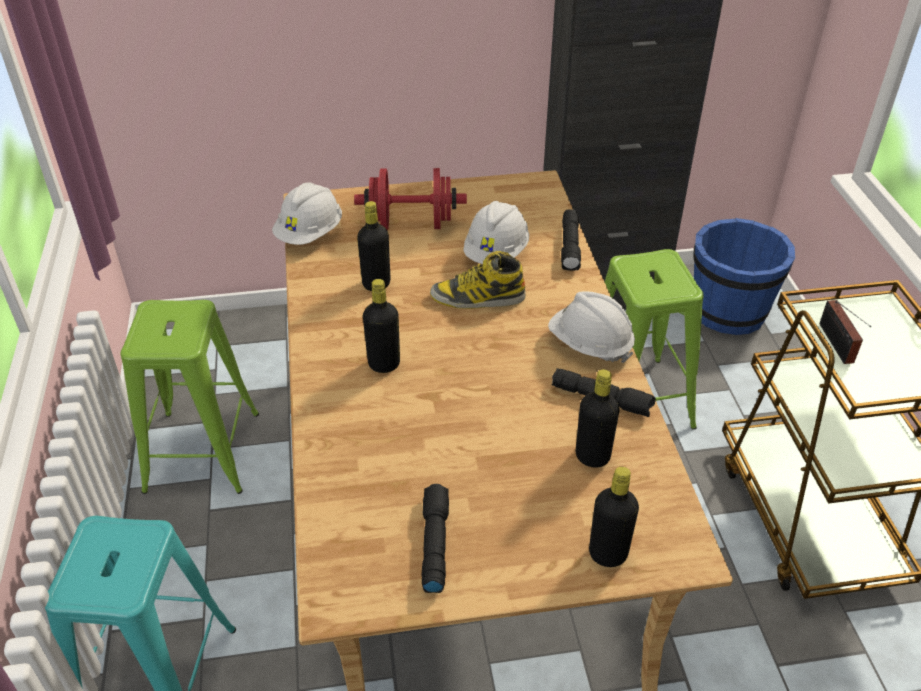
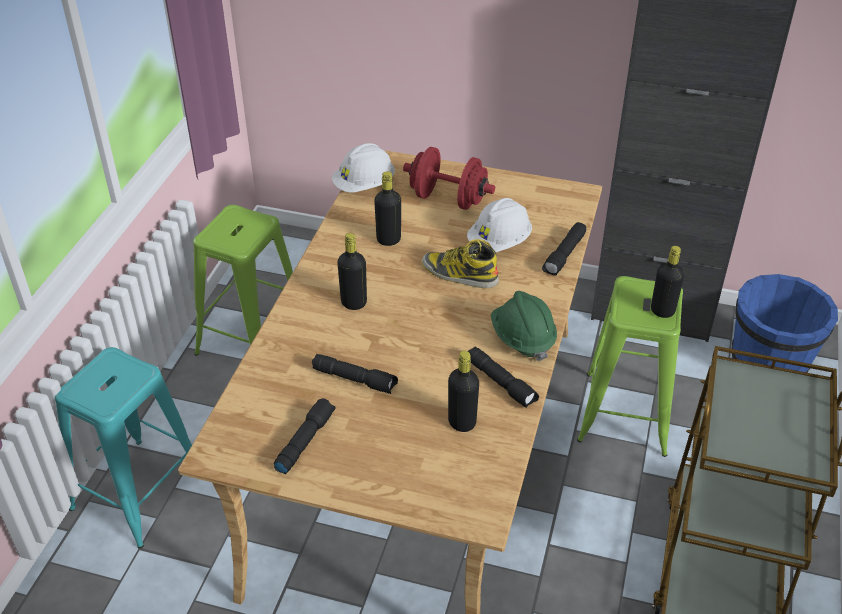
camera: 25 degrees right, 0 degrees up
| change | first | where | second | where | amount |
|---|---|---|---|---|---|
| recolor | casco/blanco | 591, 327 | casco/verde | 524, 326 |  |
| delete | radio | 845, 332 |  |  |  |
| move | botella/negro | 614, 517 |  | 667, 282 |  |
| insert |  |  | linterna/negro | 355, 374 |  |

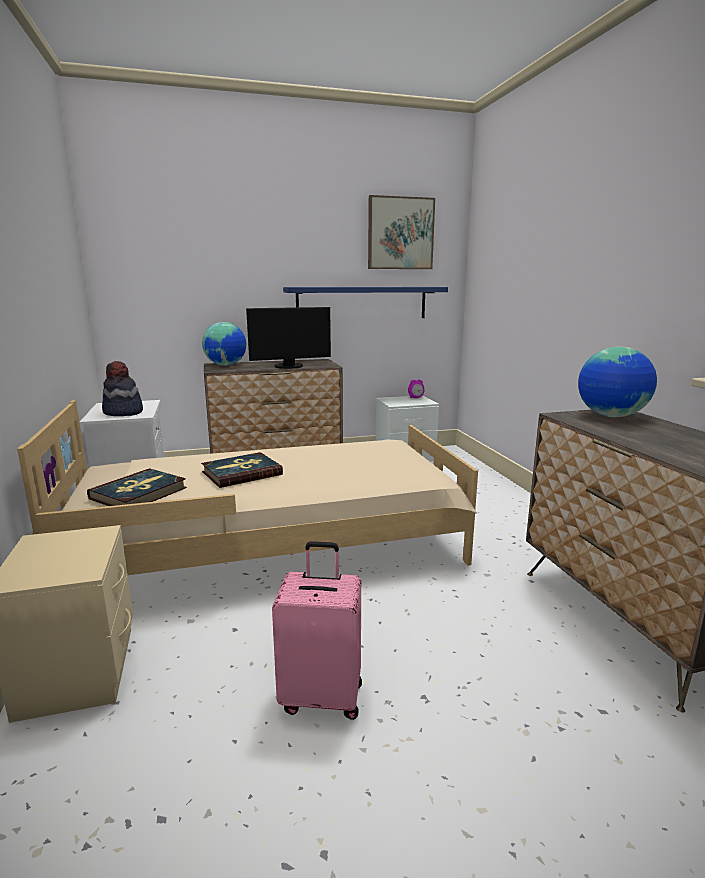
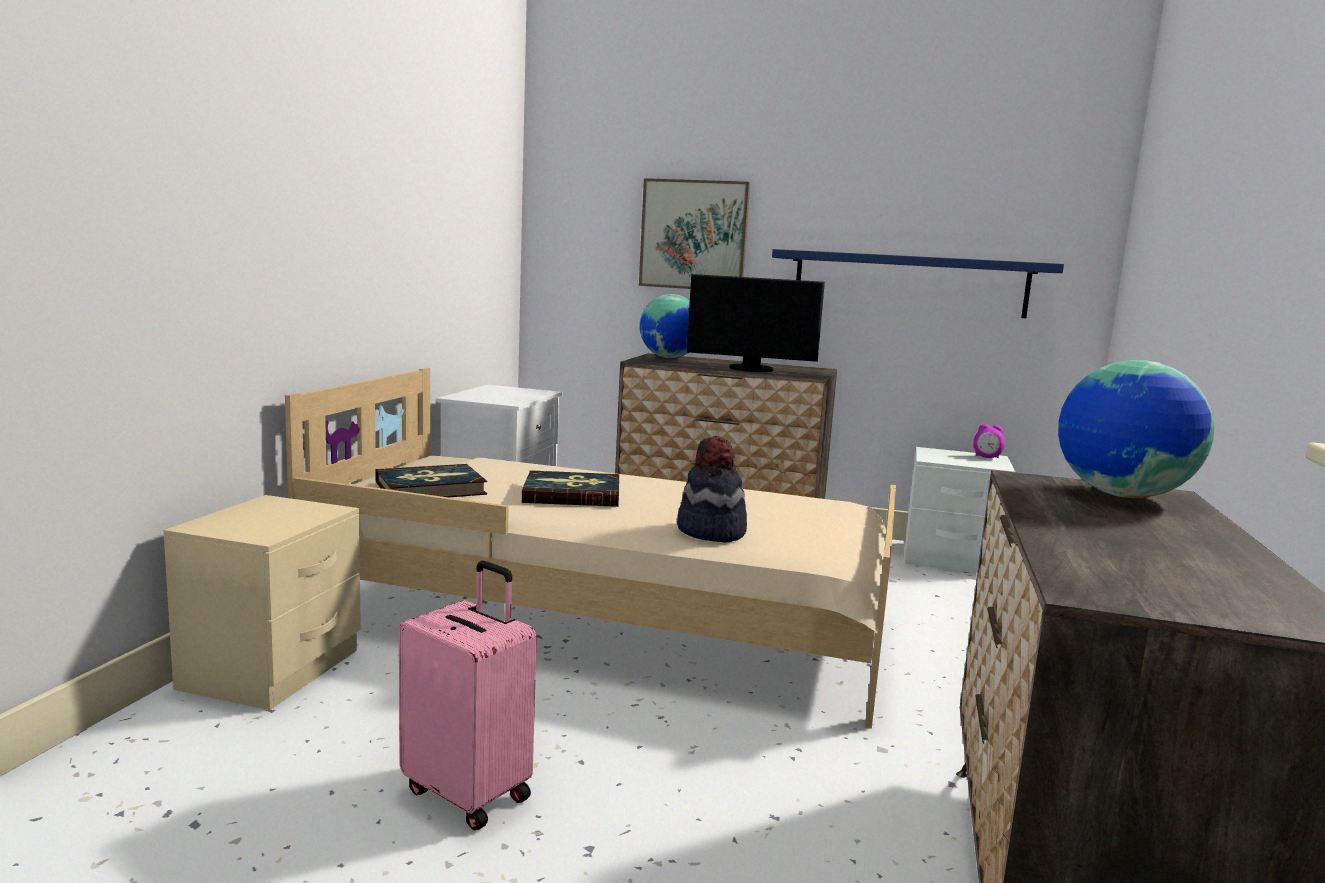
camera: 30 degrees right, 5 degrees down
| change | first | where | second | where | amount |
|---|---|---|---|---|---|
| move | cuadro | 401, 232 |  | 694, 233 |  |
| move | sombrero | 122, 388 |  | 712, 489 |  |

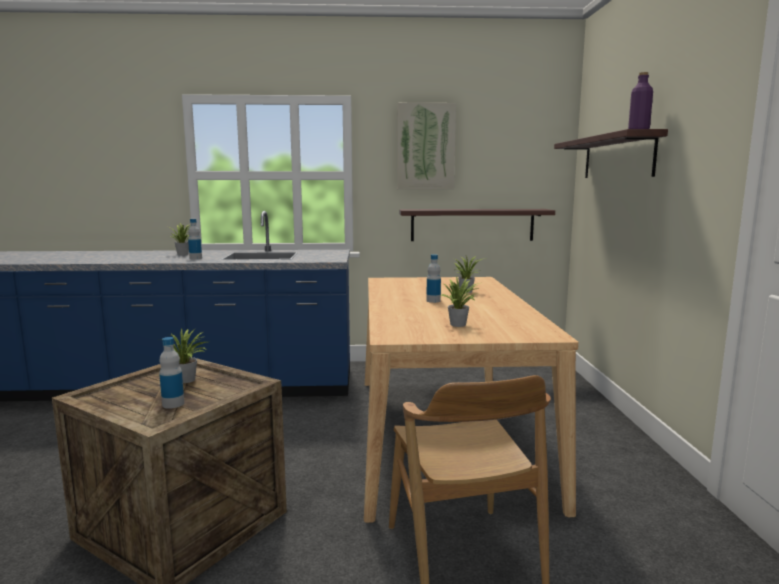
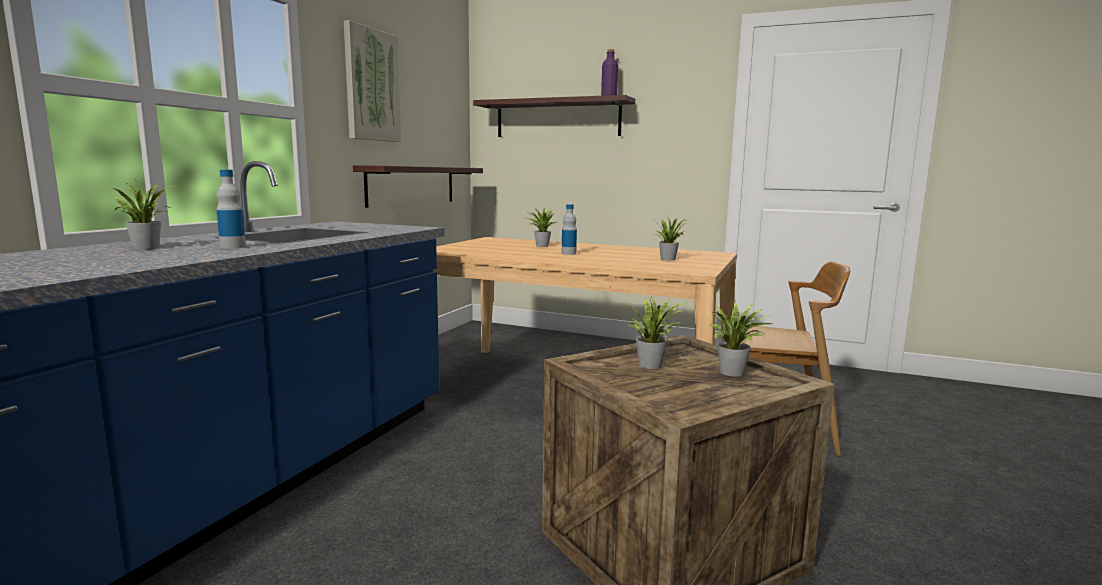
camera: 65 degrees left, 0 degrees up
| change | first | where | second | where | amount |
|---|---|---|---|---|---|
| replace | botella | 171, 373 | planta en maceta | 741, 338 |  |

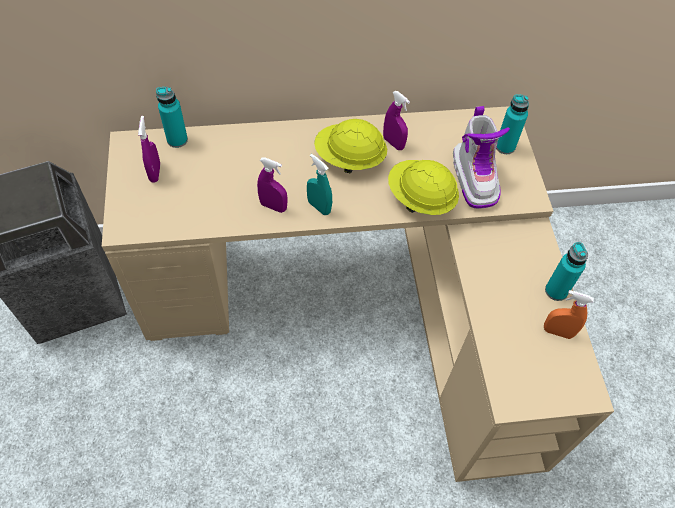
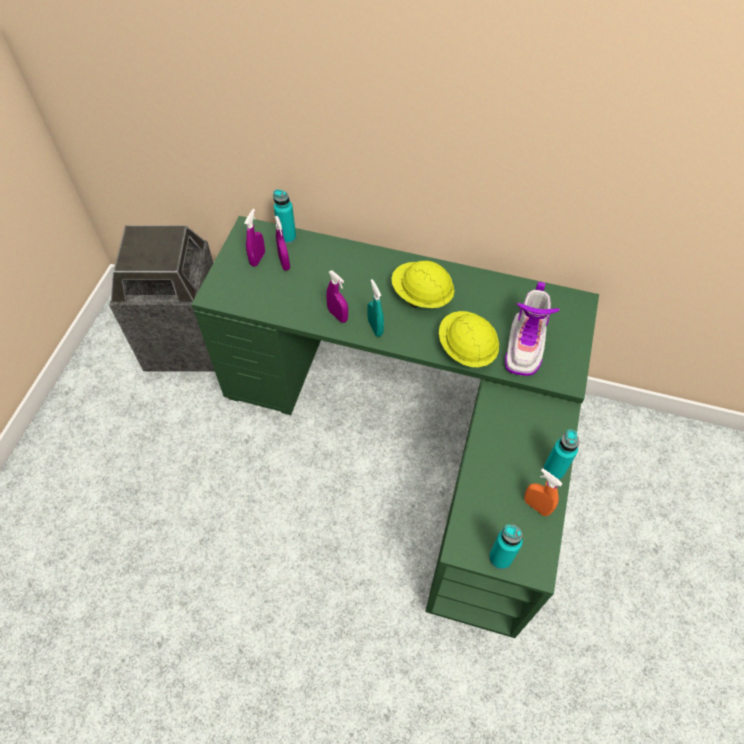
camera: 25 degrees right, 0 degrees up
| change | first | where | second | where | amount |
|---|---|---|---|---|---|
| move | pulverizador/morado | 396, 120 |  | 282, 243 |  |
| move | botella/turquesa | 513, 124 |  | 506, 547 |  |
| recolor | escritorio/beis | 358, 294 | escritorio/verde | 395, 427 |  |

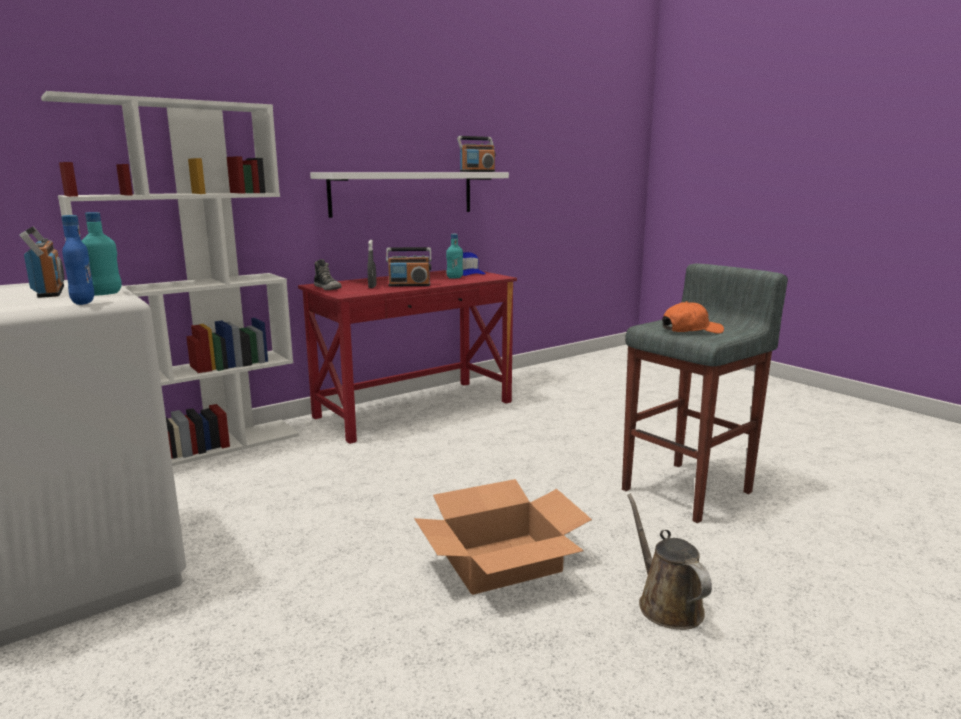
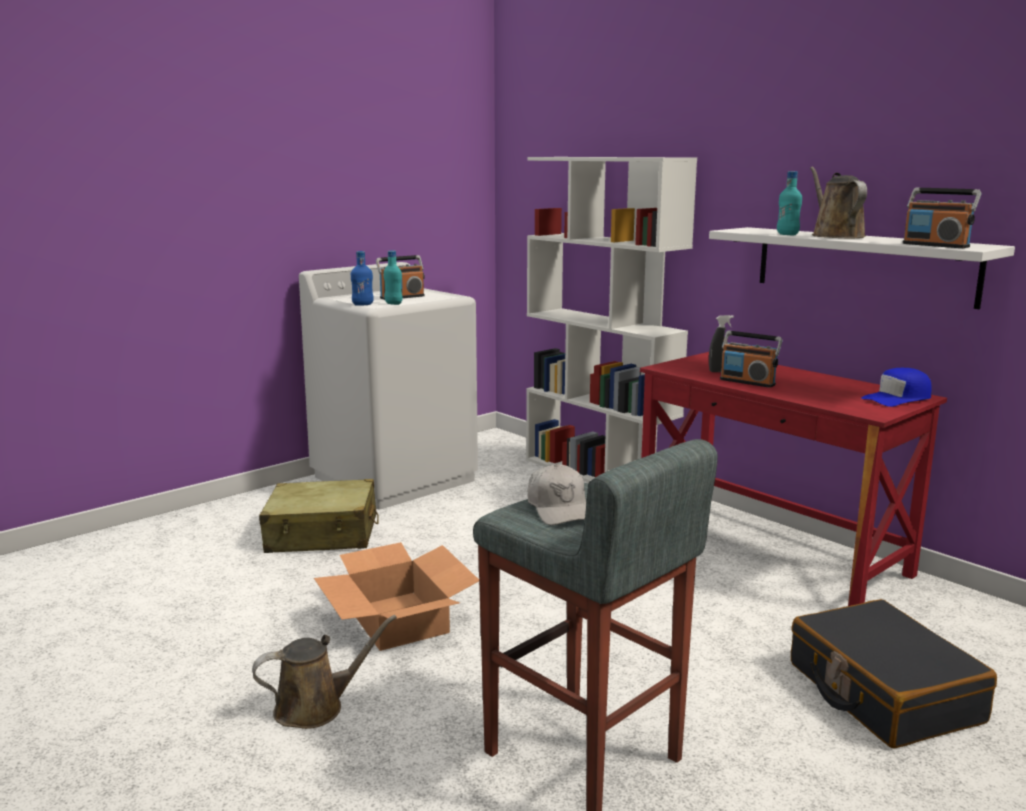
camera: 85 degrees right, 0 degrees up
| change | first | where | second | where | amount |
|---|---|---|---|---|---|
| move | botella/turquesa | 454, 256 |  | 789, 203 |  |
| rotate | radio | 409, 266 |  | 751, 359 | 45 degrees counterclockwise |
| delete | zapato | 328, 274 |  |  |  |
| recolor | gorra/naranja | 693, 317 | gorra/blanco | 557, 494 |  |
| insert |  |  | regadera/marrón | 838, 202 |  |
| insert |  |  | maleta/beis | 319, 516 |  |
| insert |  |  | maleta/negro | 894, 673 |  |

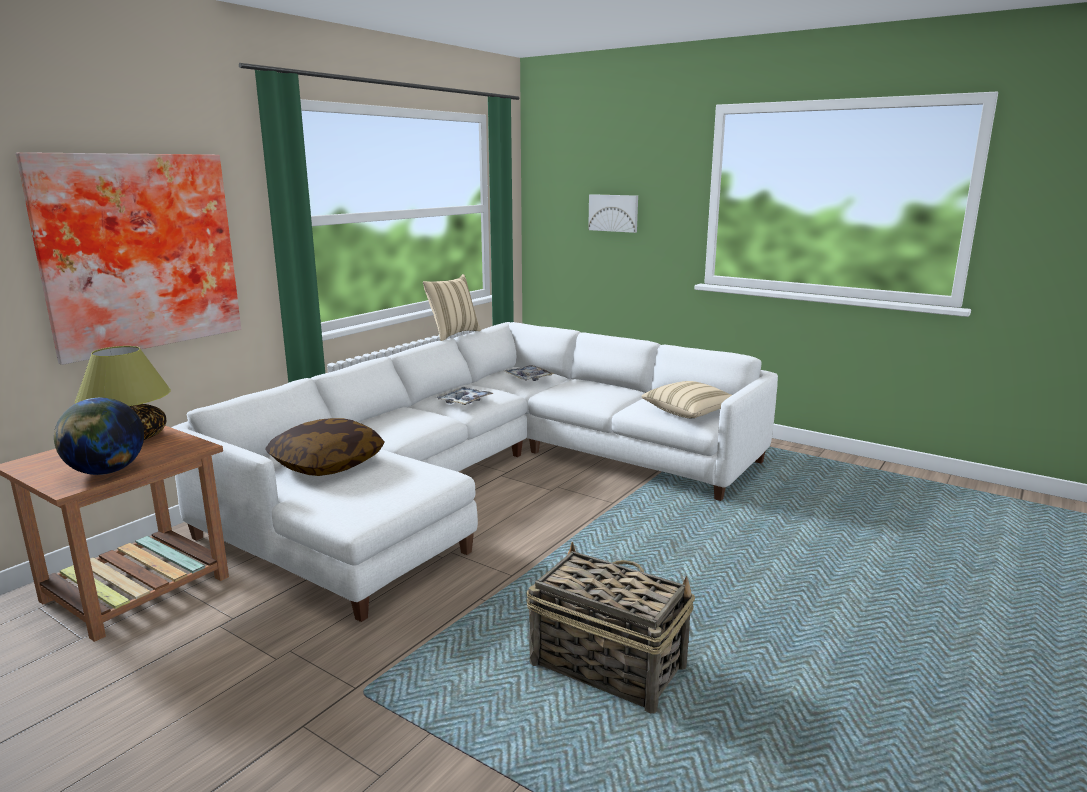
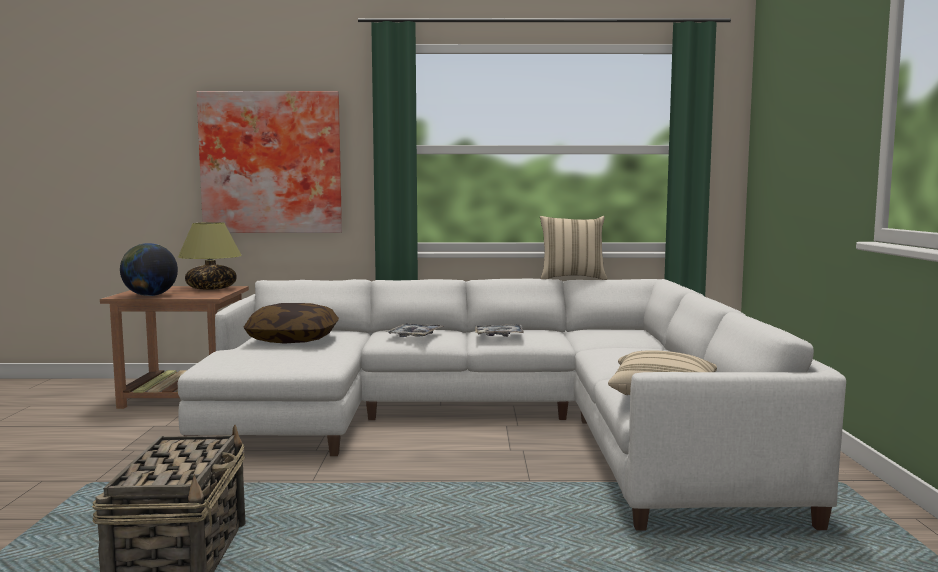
camera: 55 degrees right, 10 degrees down
| change | first | where | second | where | amount |
|---|---|---|---|---|---|
| delete | cuadro | 613, 213 |  |  |  |
| move | bandeja | 529, 373 |  | 415, 330 |  |

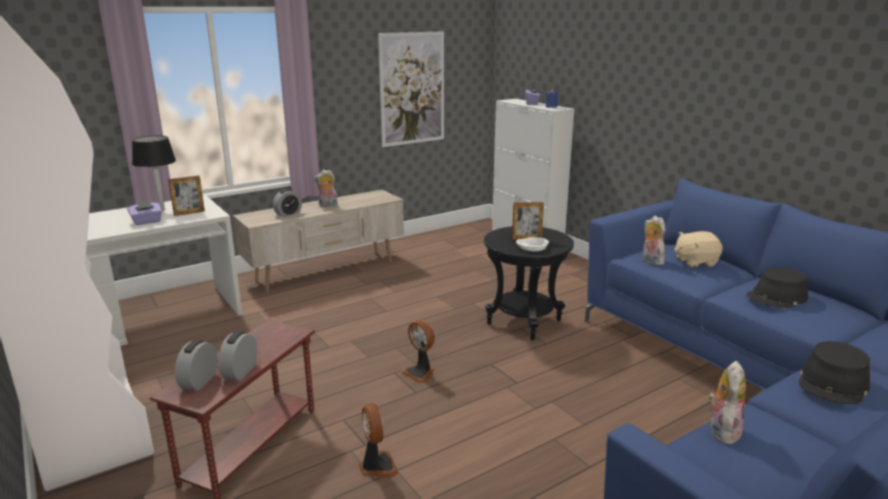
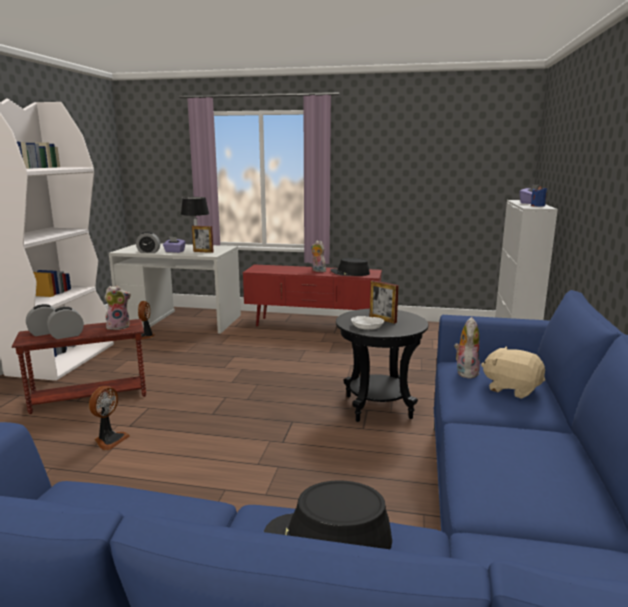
camera: 45 degrees right, 5 degrees down
| change | first | where | second | where | amount |
|---|---|---|---|---|---|
| delete | cuadro | 411, 89 |  |  |  |
| move | despertador | 287, 203 |  | 148, 242 |  |
| recolor | mueble de televisión/beis | 318, 241 | mueble de televisión/rojo | 312, 295 |  |
| move | sombrero/negro | 777, 288 |  | 350, 267 |  |
| move | ventilador | 418, 351 |  | 144, 320 |  |
| move | peluche | 727, 402 |  | 117, 308 |  |

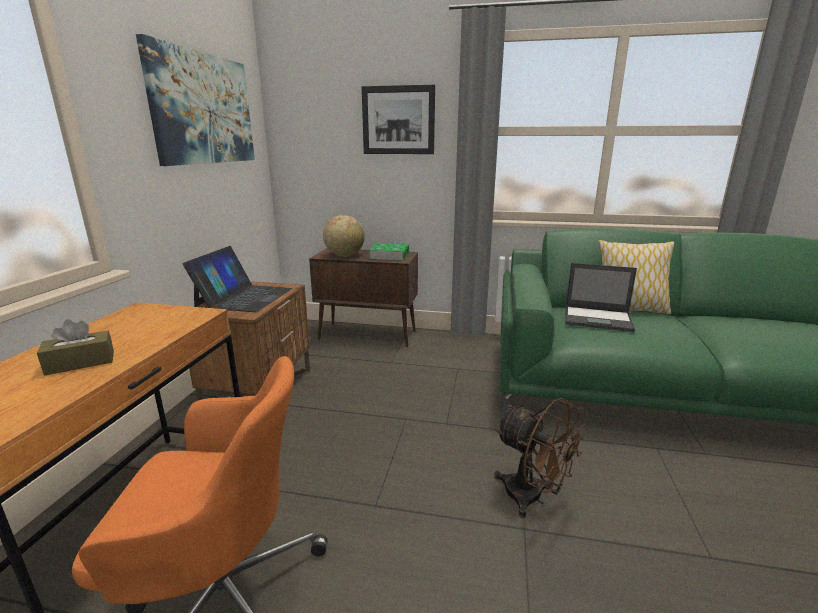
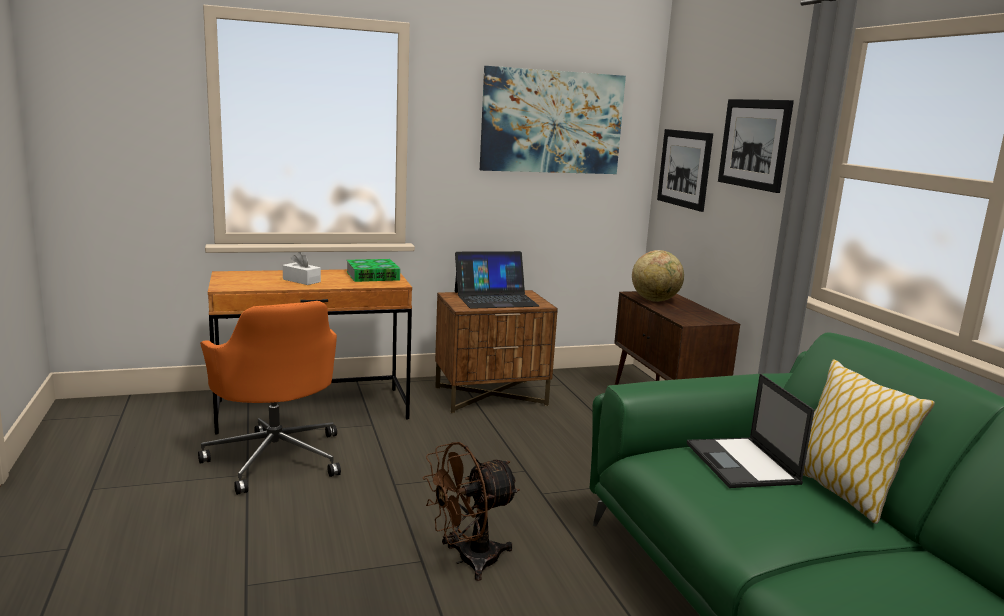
camera: 60 degrees right, 5 degrees down
| change | first | where | second | where | amount |
|---|---|---|---|---|---|
| move | libro | 389, 252 |  | 373, 270 |  |
| recolor | caja de pañuelos/marrón | 75, 347 | caja de pañuelos/blanco | 302, 268 |  |
| rotate | ventilador/marrón | 541, 458 |  | 471, 511 | 45 degrees clockwise |
| insert |  |  | cuadro | 685, 170 |  |

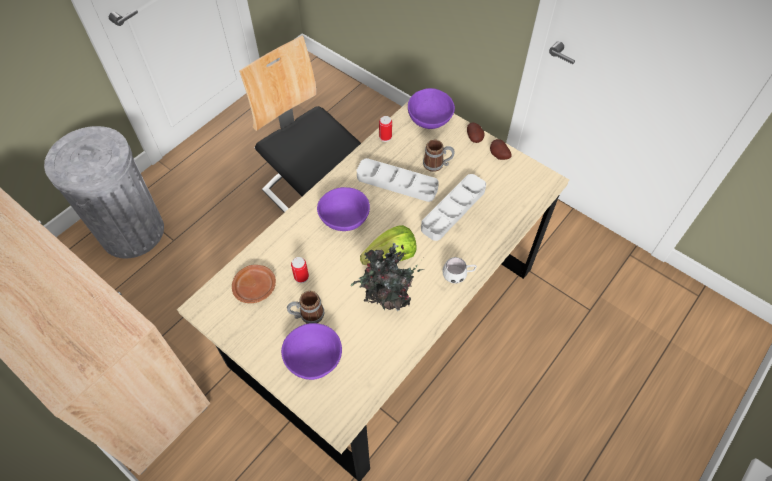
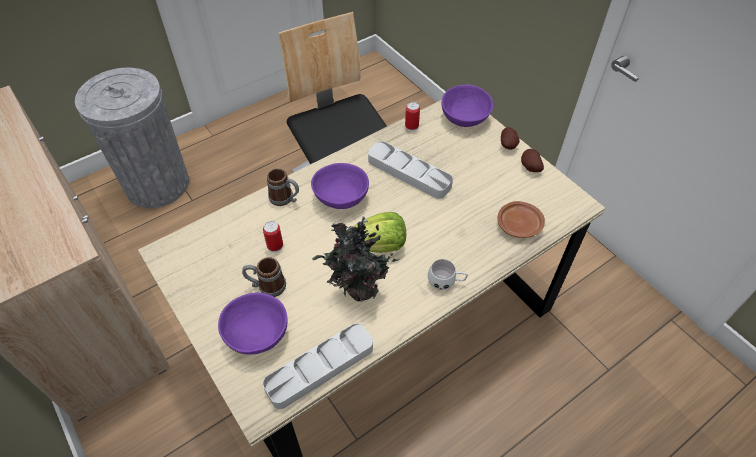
camera: 15 degrees right, 5 degrees down
| change | first | where | second | where | amount |
|---|---|---|---|---|---|
| move | taza grande | 439, 155 |  | 283, 187 |  |
| move | bandeja/gris | 453, 207 |  | 318, 366 |  |
| move | plato/marrón | 254, 284 |  | 521, 219 |  |

